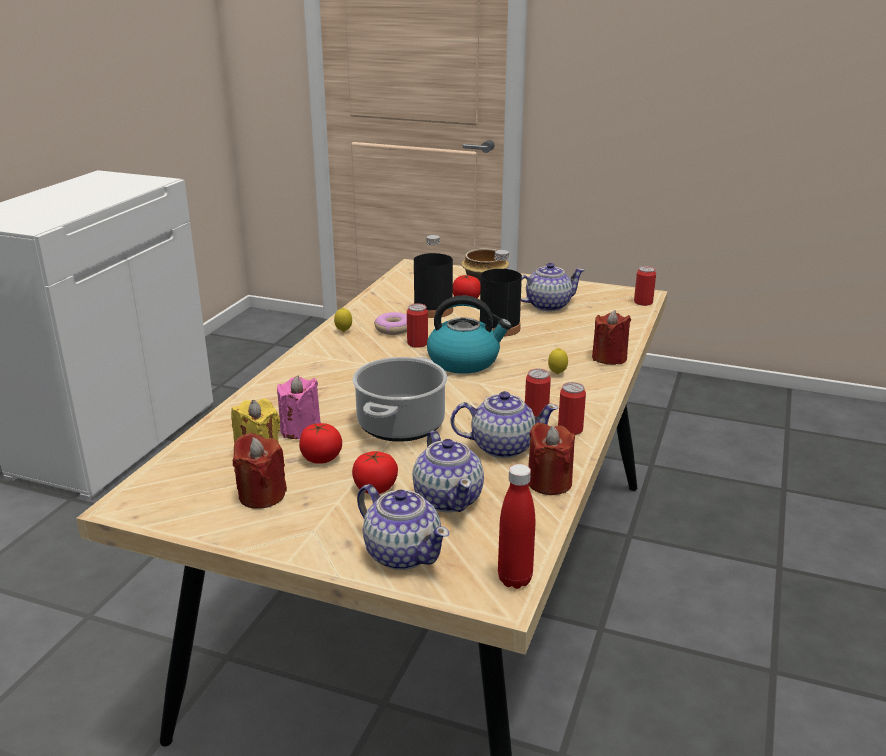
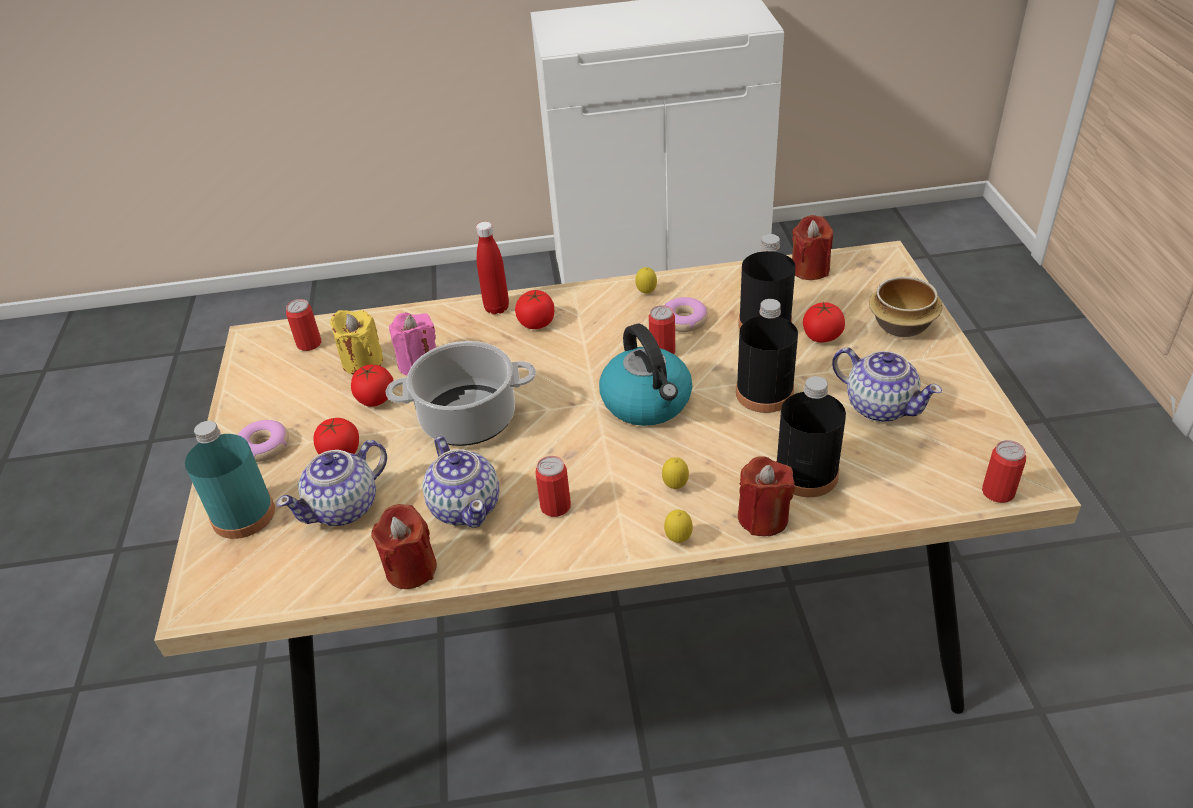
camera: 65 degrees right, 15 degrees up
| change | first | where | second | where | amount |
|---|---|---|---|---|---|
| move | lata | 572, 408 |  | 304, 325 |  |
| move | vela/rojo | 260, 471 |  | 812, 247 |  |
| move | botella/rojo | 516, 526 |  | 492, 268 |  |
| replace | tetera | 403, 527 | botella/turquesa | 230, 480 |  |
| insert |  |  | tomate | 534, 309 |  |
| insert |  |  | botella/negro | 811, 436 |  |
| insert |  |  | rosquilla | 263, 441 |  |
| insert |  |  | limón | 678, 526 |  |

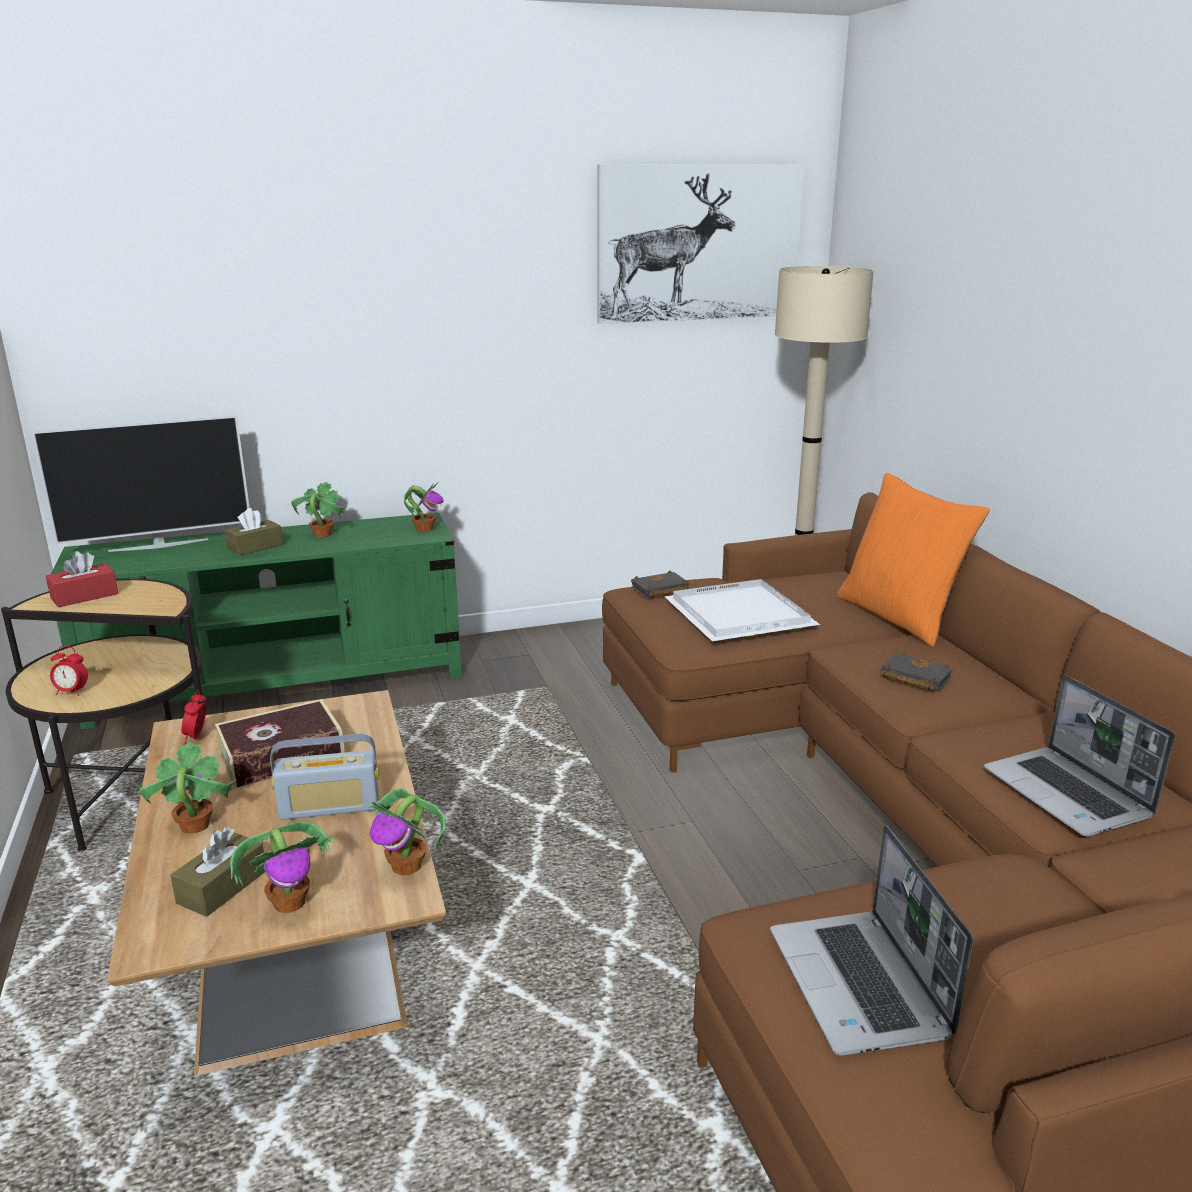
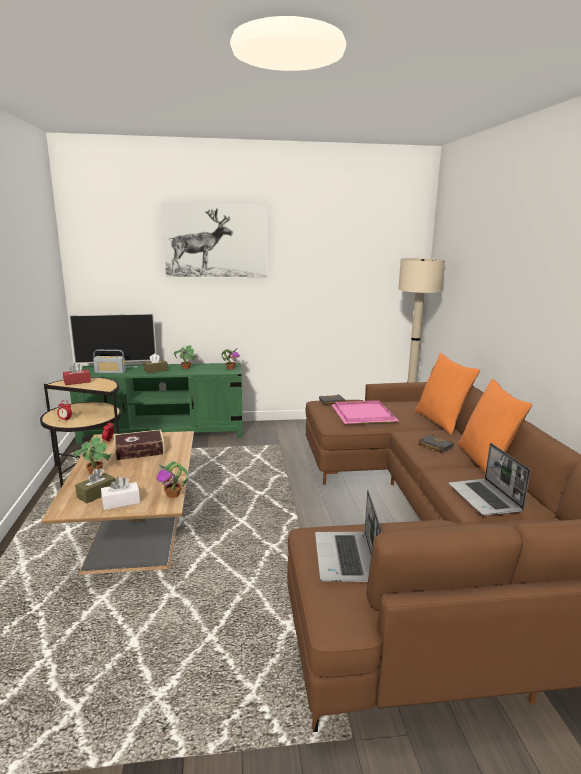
camera: 10 degrees right, 5 degrees down
| change | first | where | second | where | amount |
|---|---|---|---|---|---|
| move | cuadro | 700, 244 |  | 214, 240 |  |
| recolor | bandeja/blanco | 742, 610 | bandeja/rosa | 365, 412 |  |
| move | radio | 324, 777 |  | 109, 362 |  |
| replace | planta en maceta | 282, 867 | caja de pañuelos/blanco | 120, 493 |  |
| insert |  |  | cojín/naranja | 495, 426 |  |

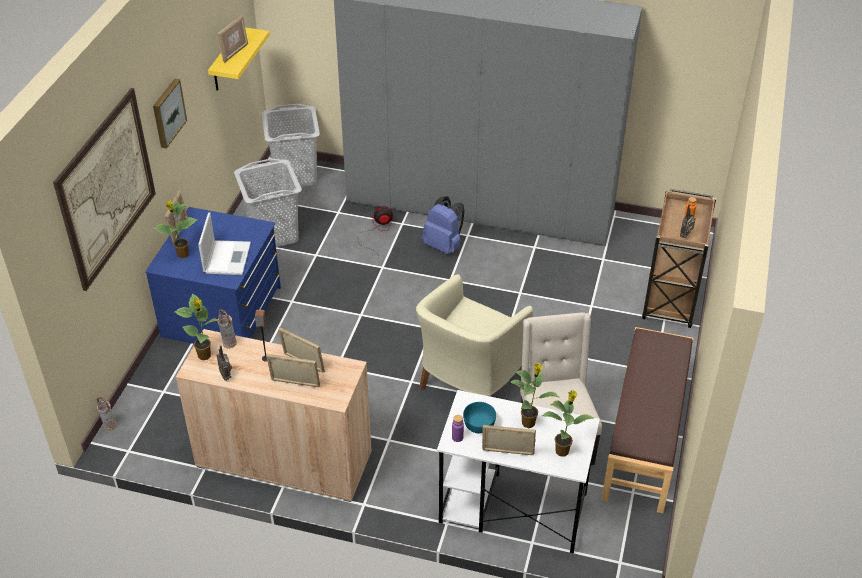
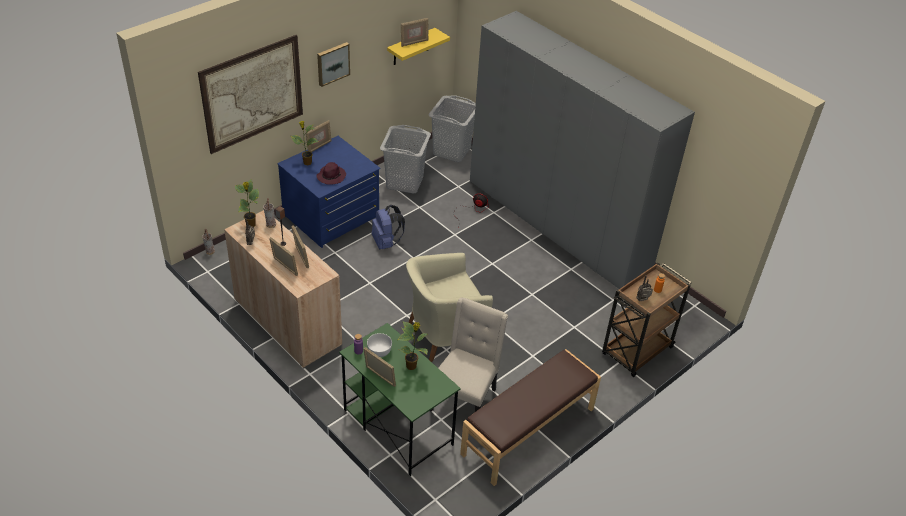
camera: 30 degrees right, 0 degrees up
| change | first | where | second | where | amount |
|---|---|---|---|---|---|
| move | mochila/azul | 443, 225 |  | 388, 227 |  |
| replace | portátil | 224, 243 | sombrero/morado | 331, 173 |  |
| recolor | escritorio/blanco | 518, 472 | escritorio/verde | 400, 399 |  |
| delete | planta en maceta | 568, 423 |  |  |  |
| recolor | cuenco/turquesa | 479, 417 | cuenco/blanco | 379, 345 |  |

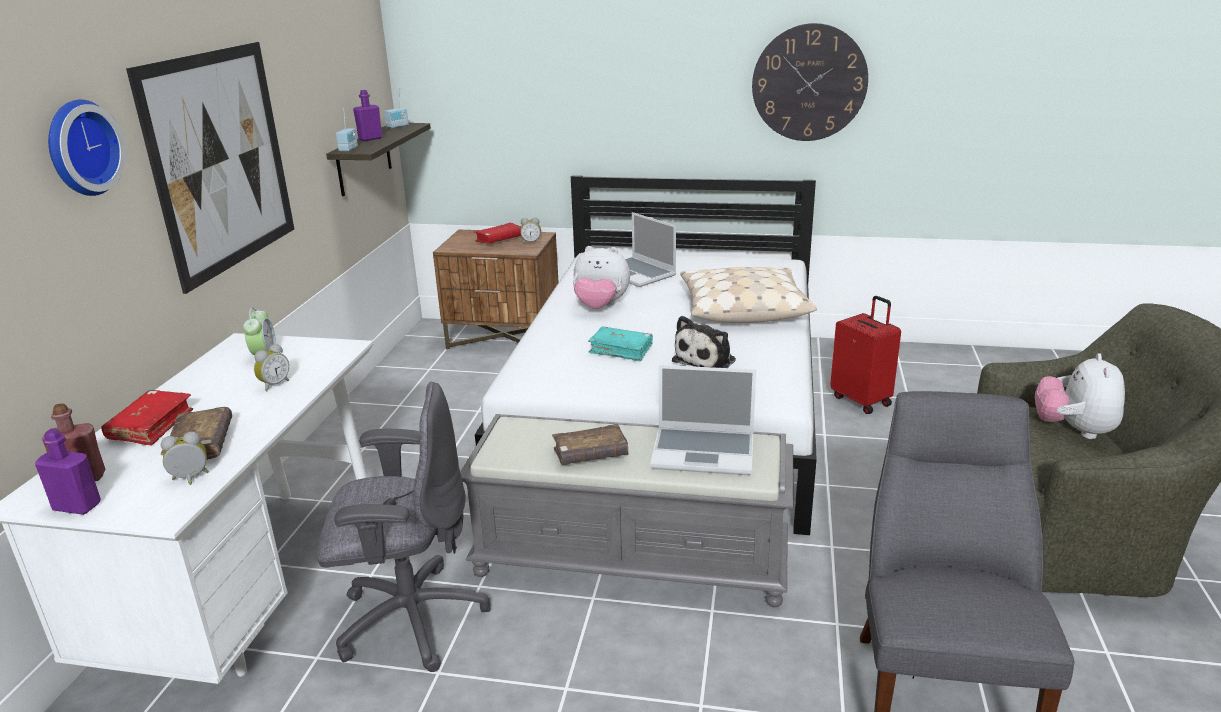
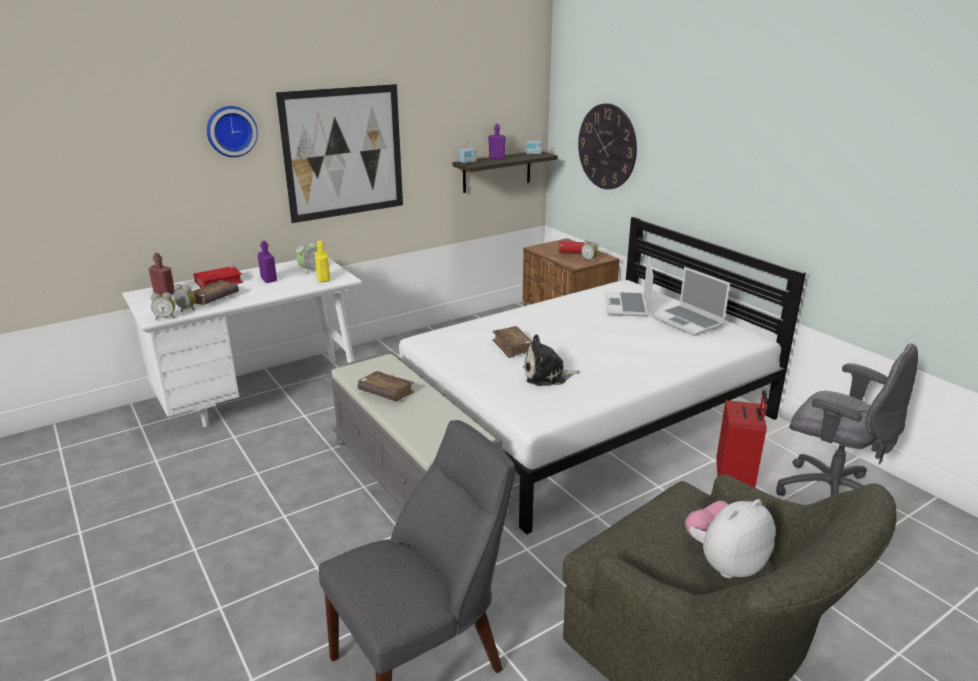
camera: 45 degrees right, 0 degrees up
| change | first | where | second | where | amount |
|---|---|---|---|---|---|
| move | reloj de pared | 810, 82 |  | 607, 146 |  |
| delete | peluche | 601, 277 |  |  |  |
| delete | cojín/beis | 748, 295 |  |  |  |
| recolor | libro/turquesa | 620, 344 | libro/marrón | 512, 342 |  |
| move | despertador | 271, 367 |  | 163, 306 |  |
| move | portátil | 703, 420 |  | 691, 301 |  |
| move | silla de oficina/gris | 404, 527 |  | 847, 419 |  |
| move | botella/morado | 68, 472 |  | 267, 262 |  |
| insert |  |  | botella/amarillo | 322, 261 |  |

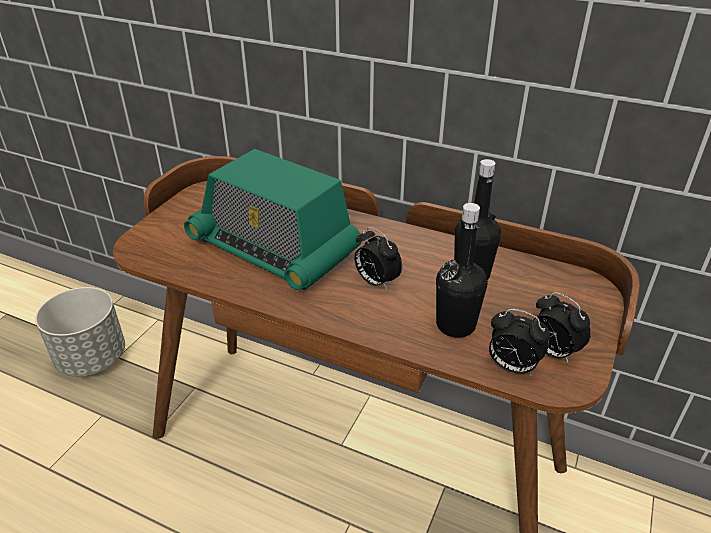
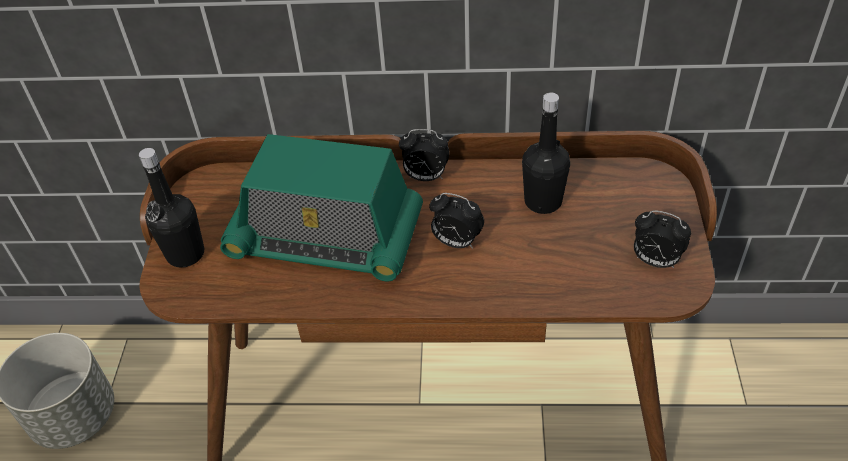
camera: 20 degrees left, 10 degrees up
| change | first | where | second | where | amount |
|---|---|---|---|---|---|
| move | botella/negro | 462, 270 |  | 171, 208 |  |
| move | despertador | 519, 342 |  | 424, 155 |  |

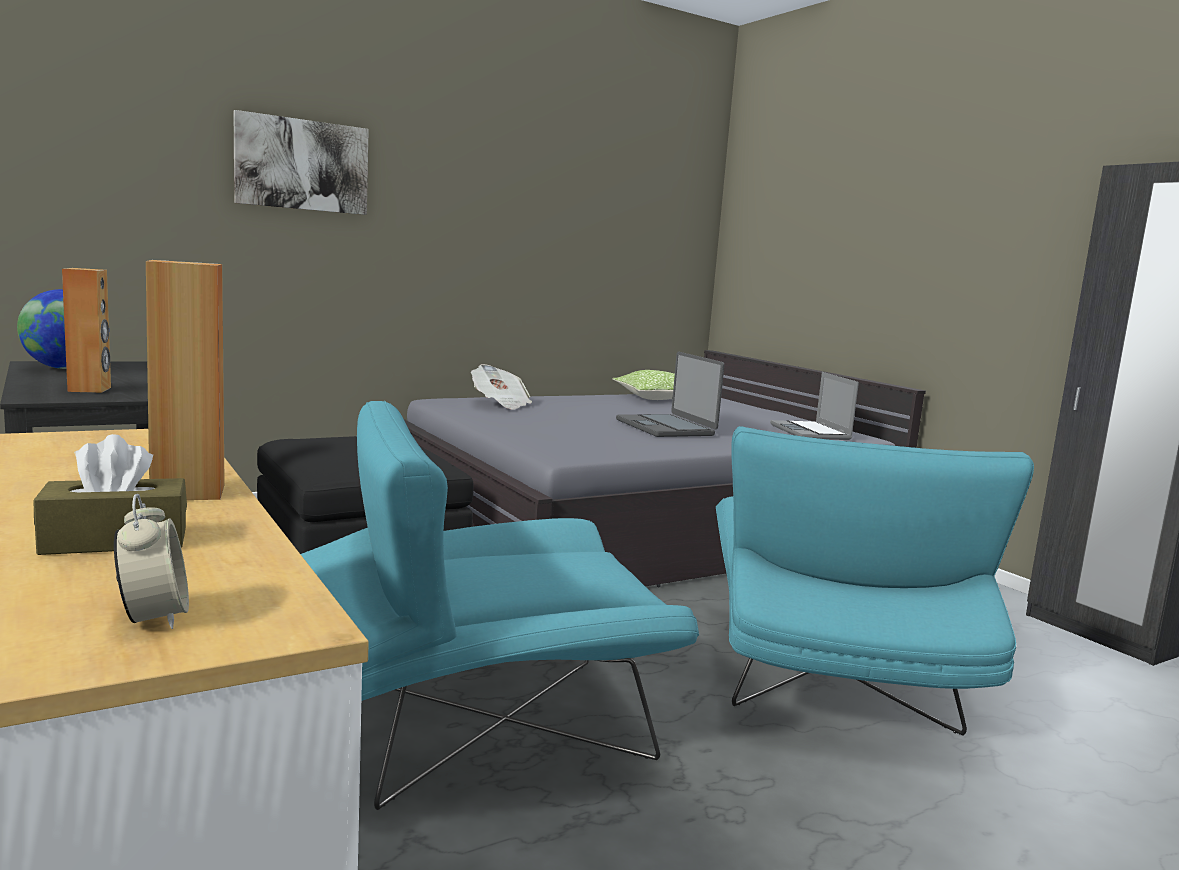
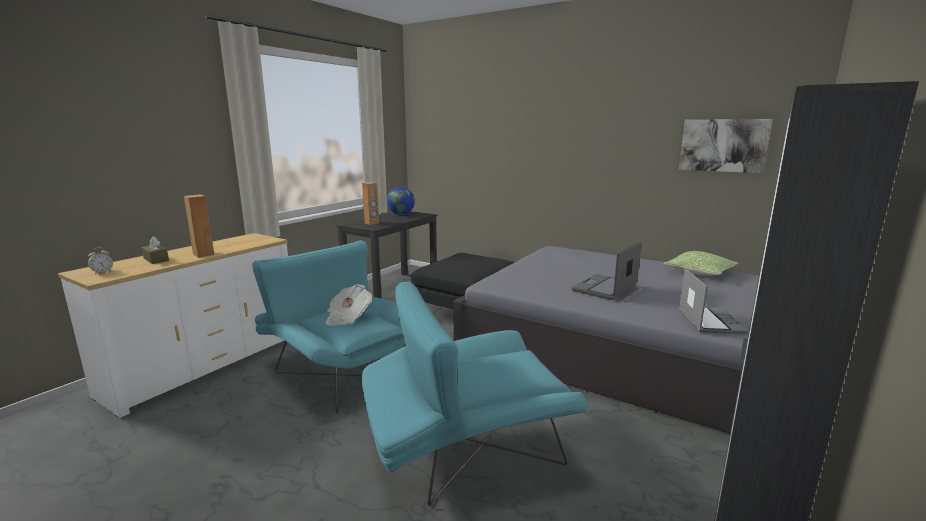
camera: 65 degrees right, 5 degrees up
| change | first | where | second | where | amount |
|---|---|---|---|---|---|
| move | cuadro | 301, 162 |  | 725, 146 |  |
| move | periódico | 501, 387 |  | 348, 305 |  |
| rotate | portátil | 814, 406 |  | 713, 301 | 135 degrees clockwise |

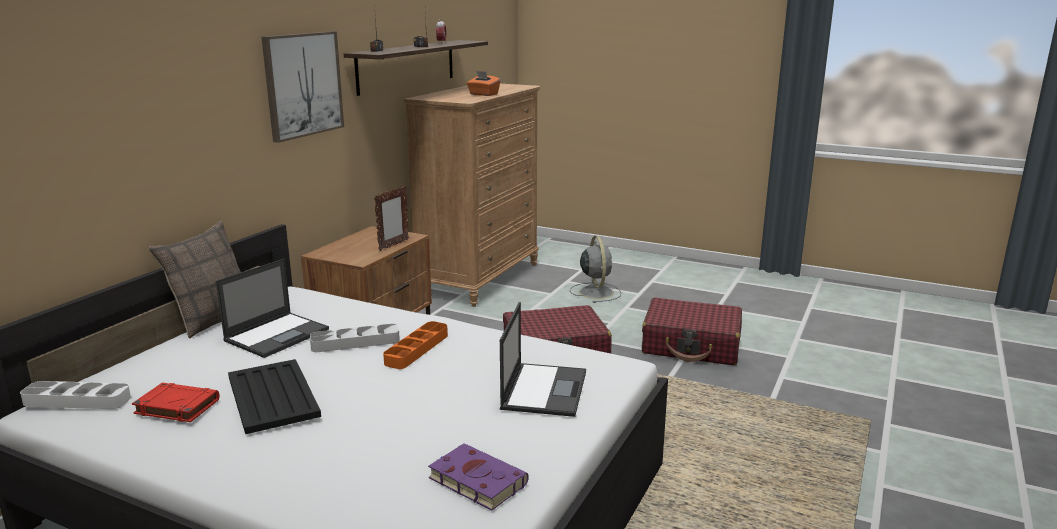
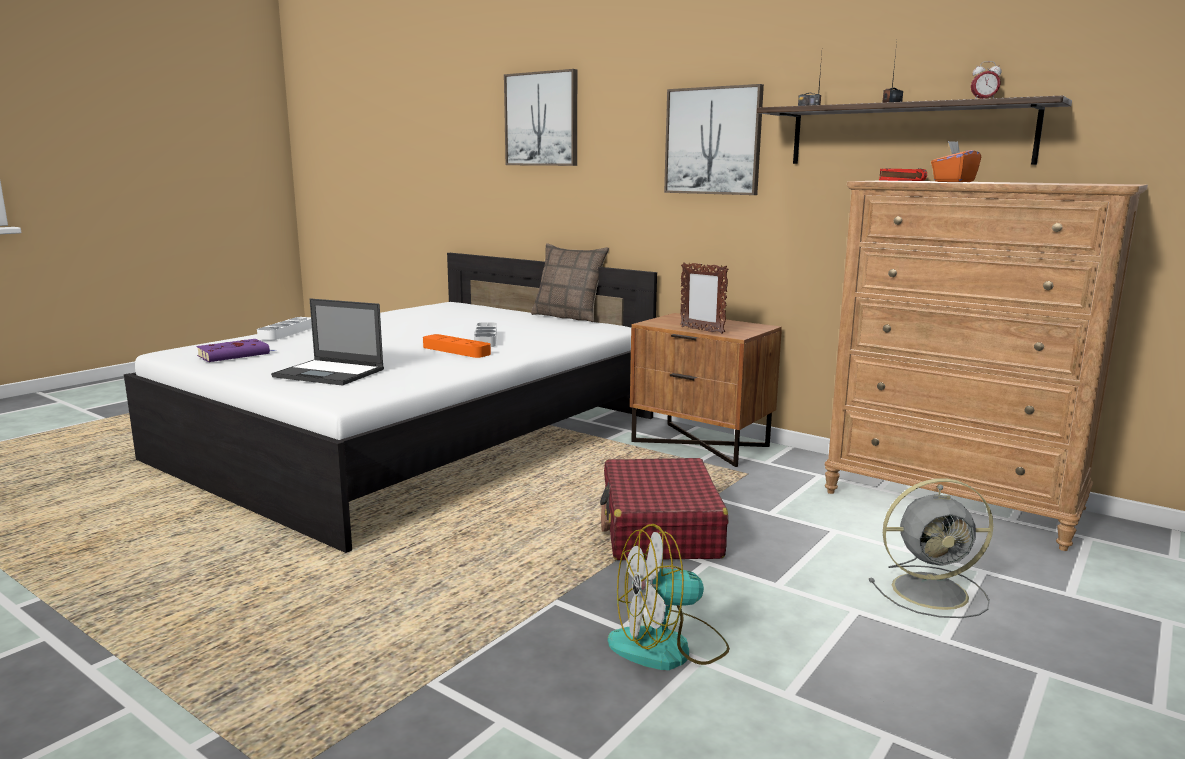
camera: 100 degrees right, 5 degrees down
| change | first | where | second | where | amount |
|---|---|---|---|---|---|
| delete | portátil | 272, 308 |  |  |  |
| replace | maleta/rojo | 692, 331 | ventilador | 669, 597 |  |
| delete | bandeja/negro | 274, 396 |  |  |  |
| move | bandeja/blanco | 75, 395 |  | 284, 329 |  |
| move | libro/rojo | 176, 402 |  | 903, 174 |  |
| insert |  |  | cuadro | 540, 117 |  |

